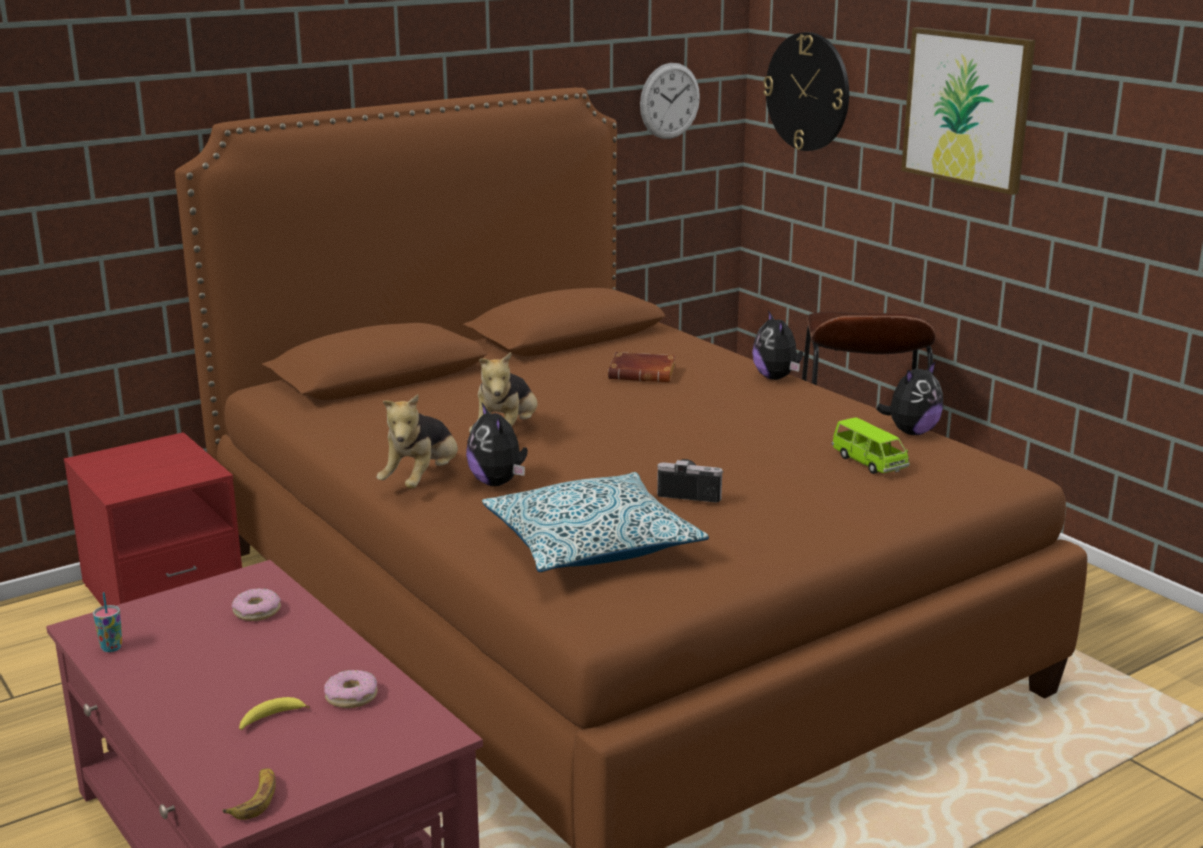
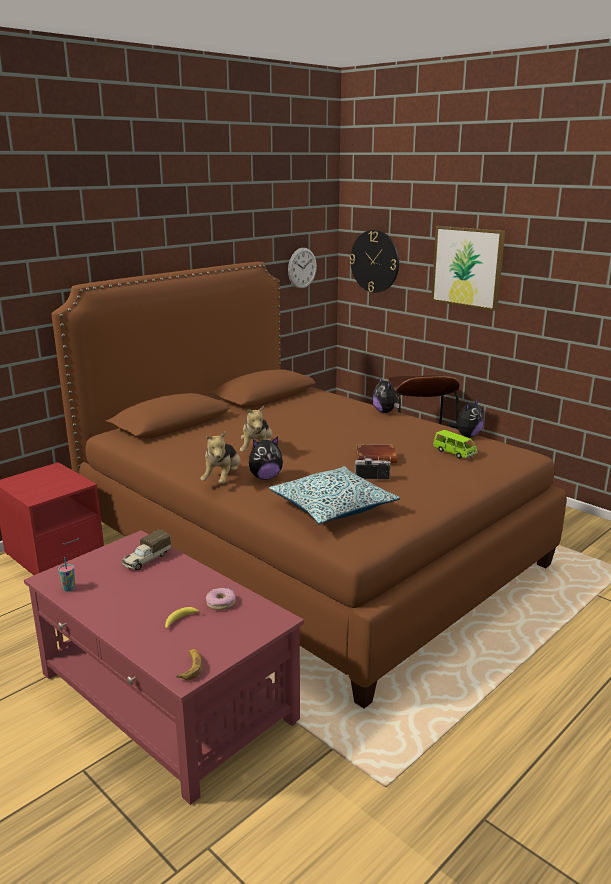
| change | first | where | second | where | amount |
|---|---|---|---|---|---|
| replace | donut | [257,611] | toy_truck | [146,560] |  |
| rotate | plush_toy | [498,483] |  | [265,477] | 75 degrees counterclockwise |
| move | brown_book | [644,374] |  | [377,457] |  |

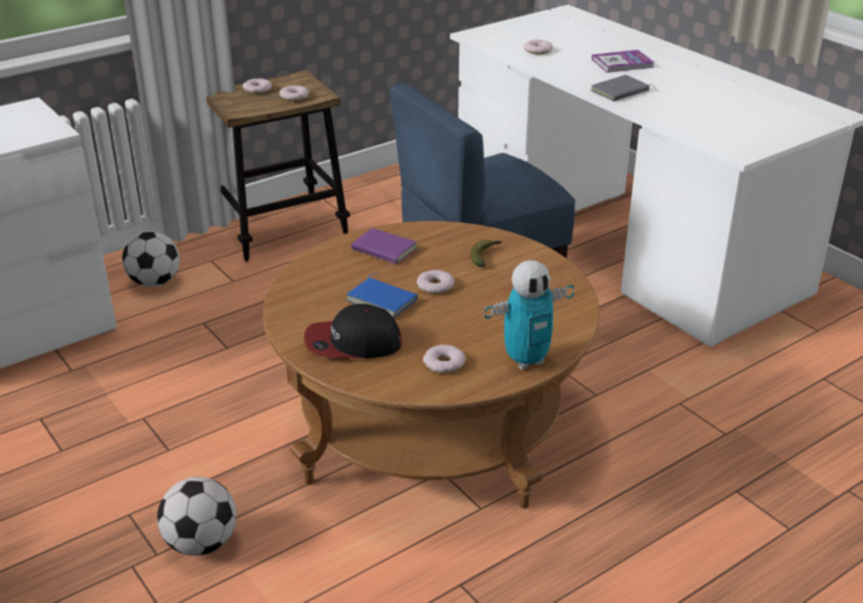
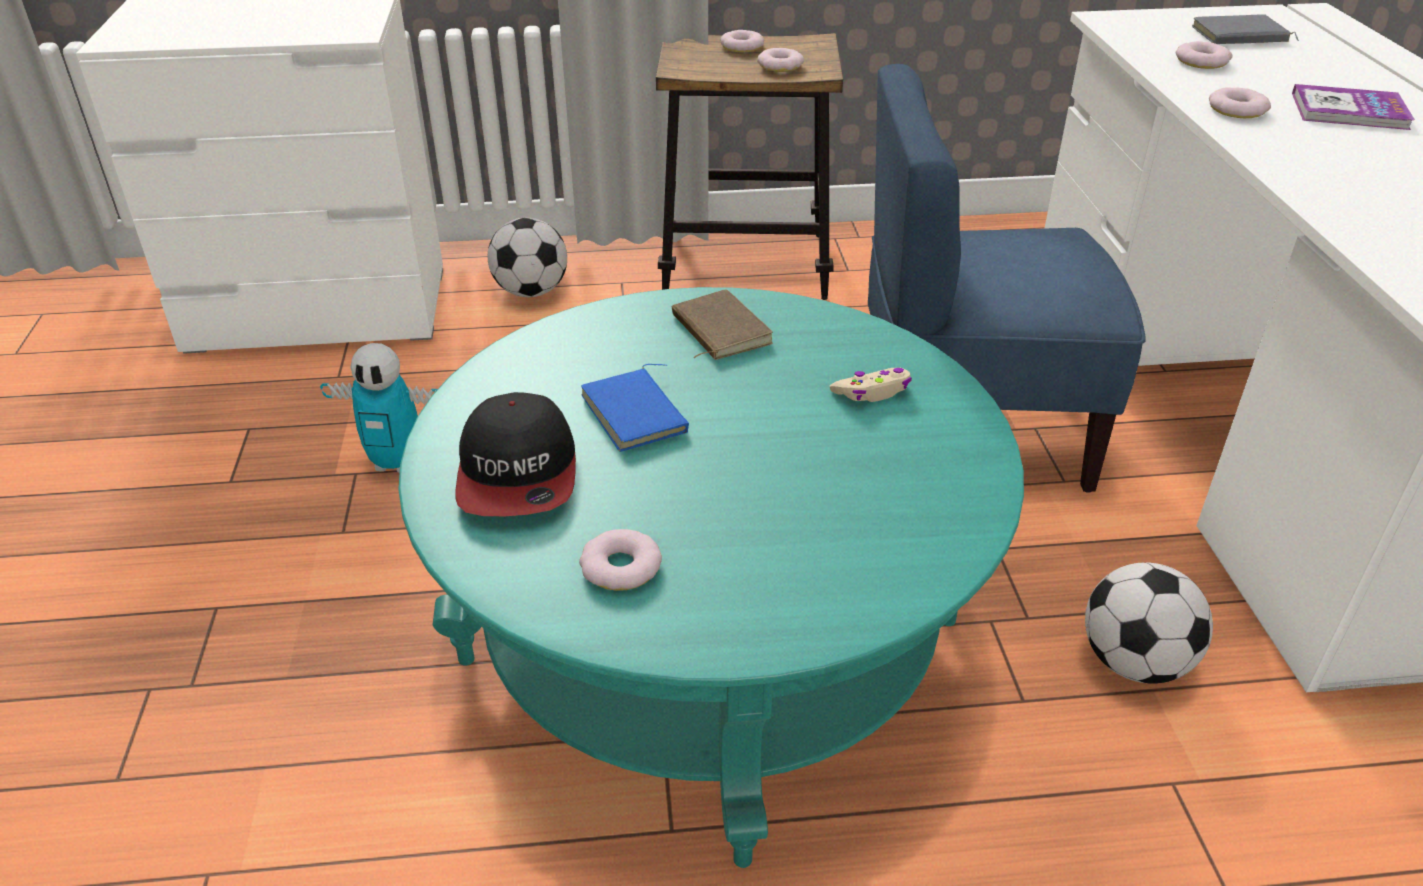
| change | first | where | second | where | amount |
|---|---|---|---|---|---|
| move | toy_robot | [526,360] |  | [396,463] |  |
| recolor | brown_coffee_table | [431,424] | turquoise_coffee_table | [712,641] |  |
| rotate | cap | [352,343] |  | [518,473] | 120 degrees counterclockwise |
| recolor | purple_book | [382,250] | brown_book | [718,331] |  |
| replace | banana | [485,256] | beige_game_controller | [873,392] |  |
| move | football | [201,543] |  | [1134,662] |  |
| move | grey_book | [621,92] |  | [1239,37] |  |
| move | donut | [435,286] |  | [1236,109] |  |

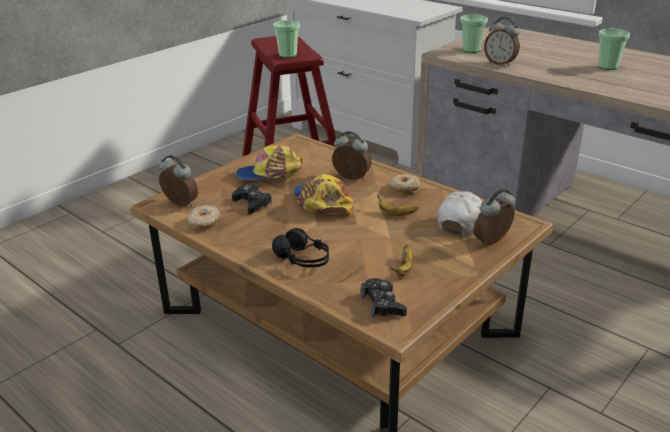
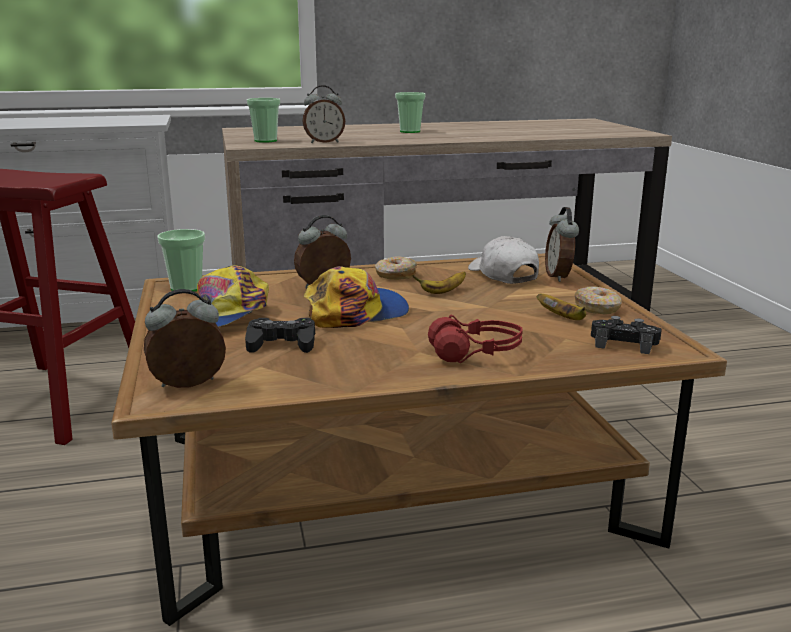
| change | first | where | second | where | amount |
|---|---|---|---|---|---|
| move | cup | [287,55] |  | [186,288] |  |
| rotate | cap | [322,203] |  | [356,312] | 135 degrees clockwise |
| recolor | black_headphones | [303,260] | red_headphones | [476,353] |  |
| move | donut | [204,222] |  | [597,308] |  |

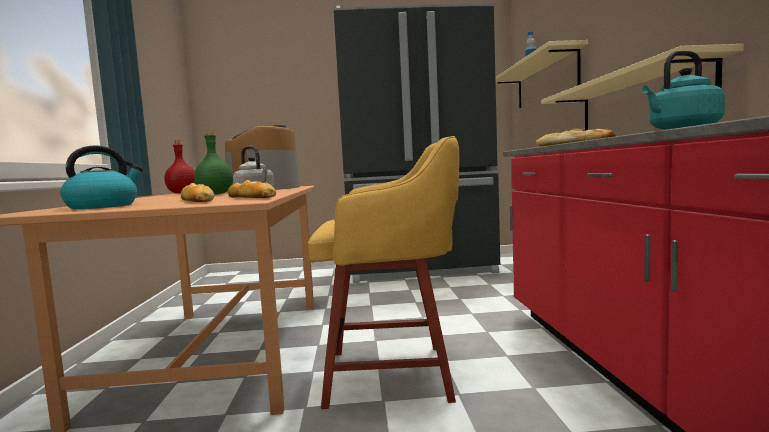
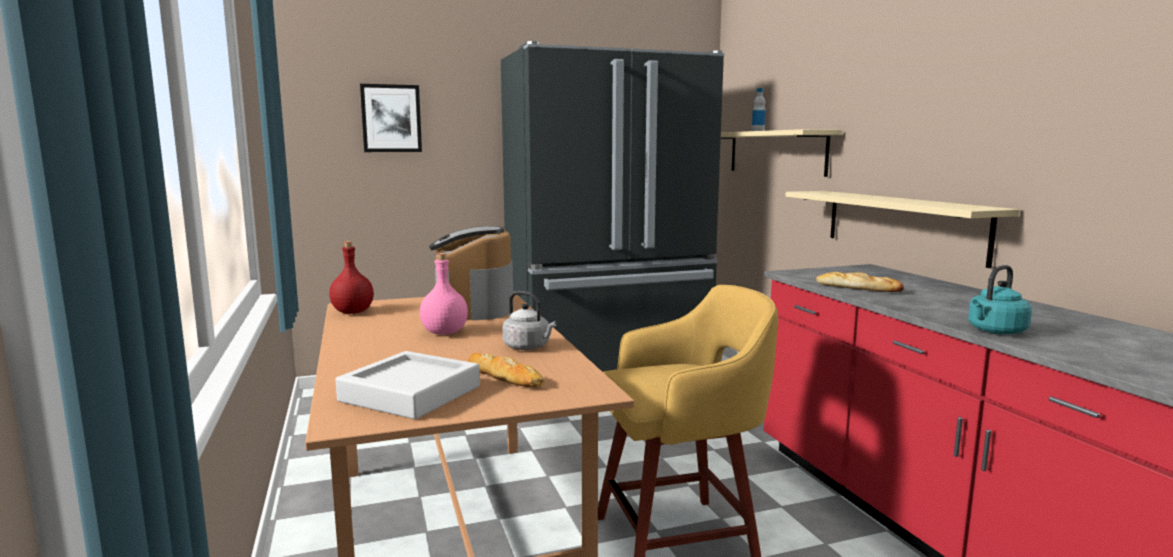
| change | first | where | second | where | amount |
|---|---|---|---|---|---|
| replace | kettle | [103,206] | grey_tray | [410,394] |  |
| insert |  |  | picture | [391,118] |  |
| recolor | green_bottle | [216,194] | pink_bottle | [445,332] |  |
| delete | bread | [251,197] |  |  |  |

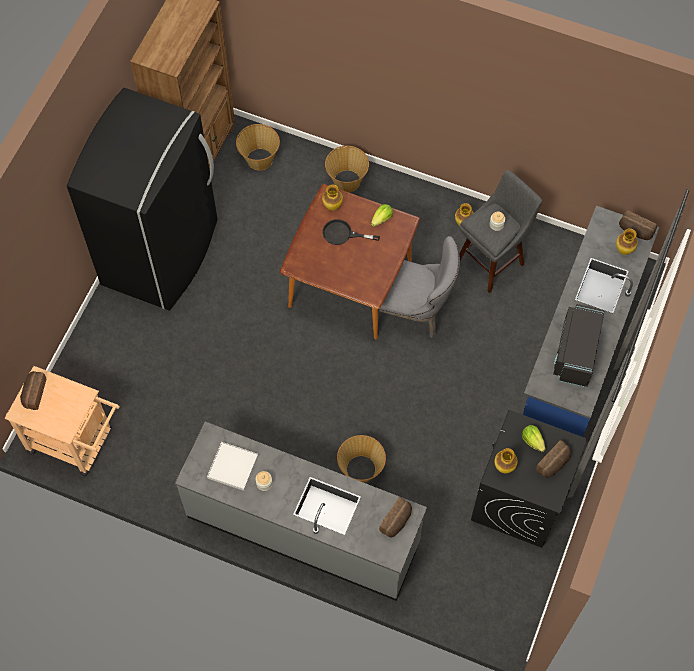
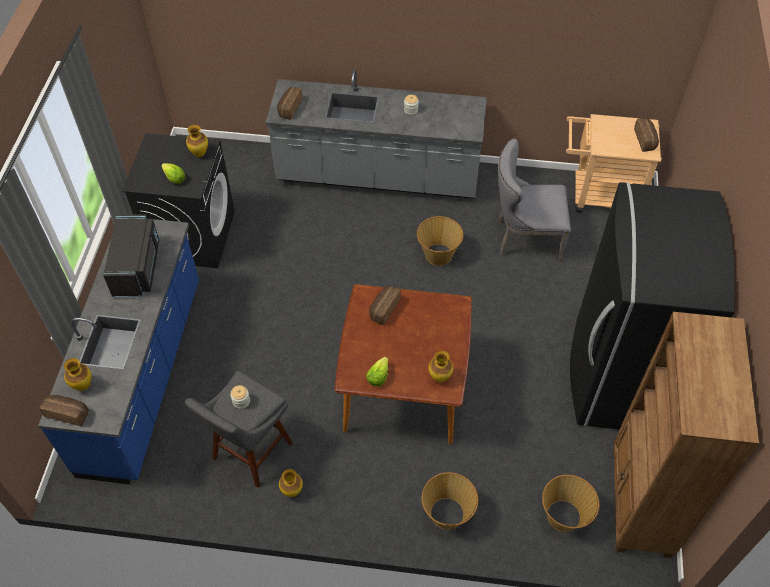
| change | first | where | second | where | amount |
|---|---|---|---|---|---|
| move | bread | [554,464] |  | [383,309] |  |
| move | basket | [361,469] |  | [438,254] |  |
| move | grey_chair | [414,312] |  | [524,238] |  |
| delete | white_tray | [233,467] |  |  |  |
| delete | black_frying_pan | [342,234] |  |  |  |

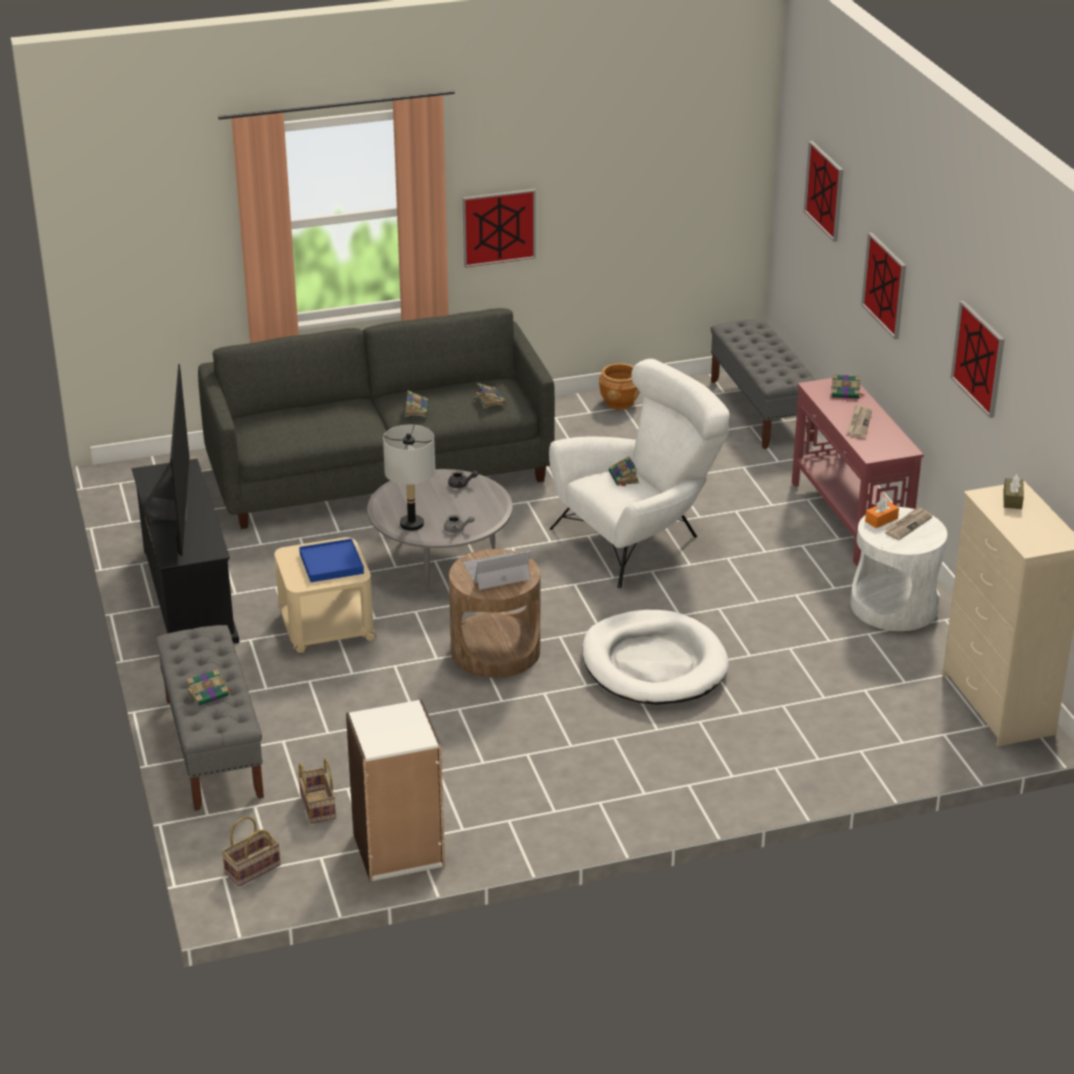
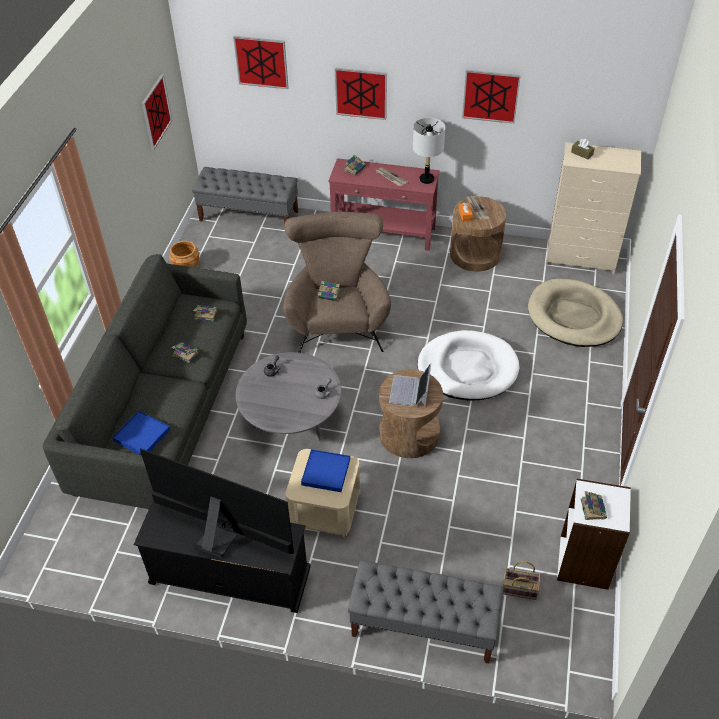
| change | first | where | second | where | amount |
|---|---|---|---|---|---|
| insert |  |  | blue_tray | [142,435] |  |
| move | picture | [499,227] |  | [156,111] |  |
| recolor | white_armchair | [640,537] | brown_armchair | [337,320] |  |
| move | grey_table_lamp | [411,524] |  | [426,179] |  |
| recolor | white_side_table | [894,606] | brown_side_table | [475,254] |  |
| insert |  |  | beige_dog_bed | [573,316] |  |
| move | book | [209,694] |  | [593,508] |  |
| delete | basket | [252,870] |  |  |  |

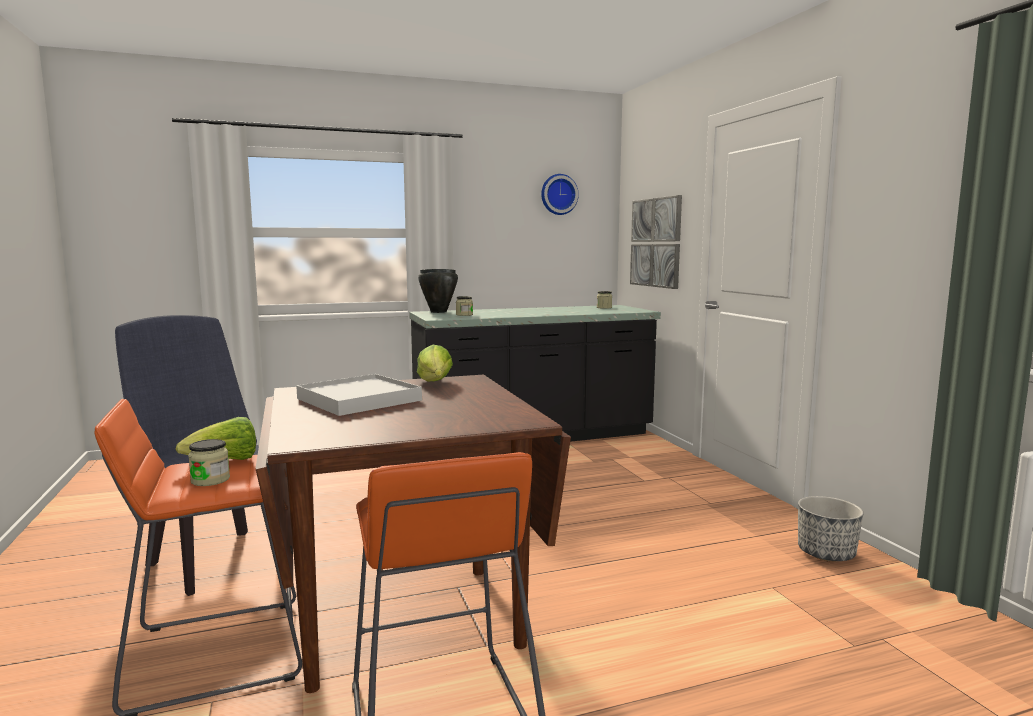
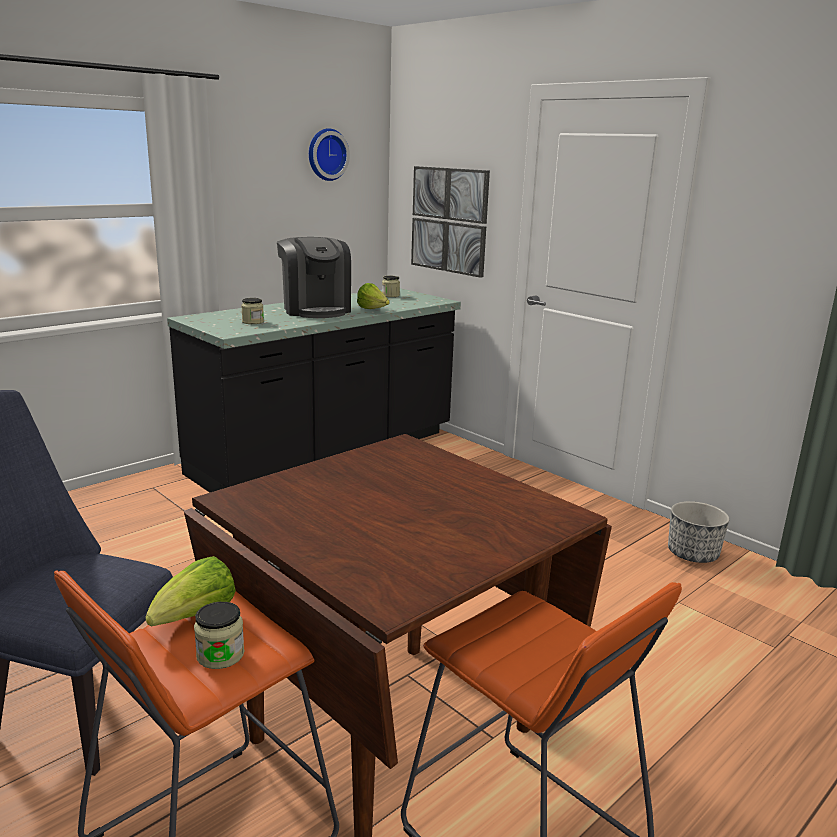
| change | first | where | second | where | amount |
|---|---|---|---|---|---|
| insert |  |  | coffee_machine | [315,310] |  |
| move | lettuce | [435,383] |  | [373,310] |  |
| delete | white_tray | [358,399] |  |  |  |
| delete | black_cooking_pot | [438,312] |  |  |  |

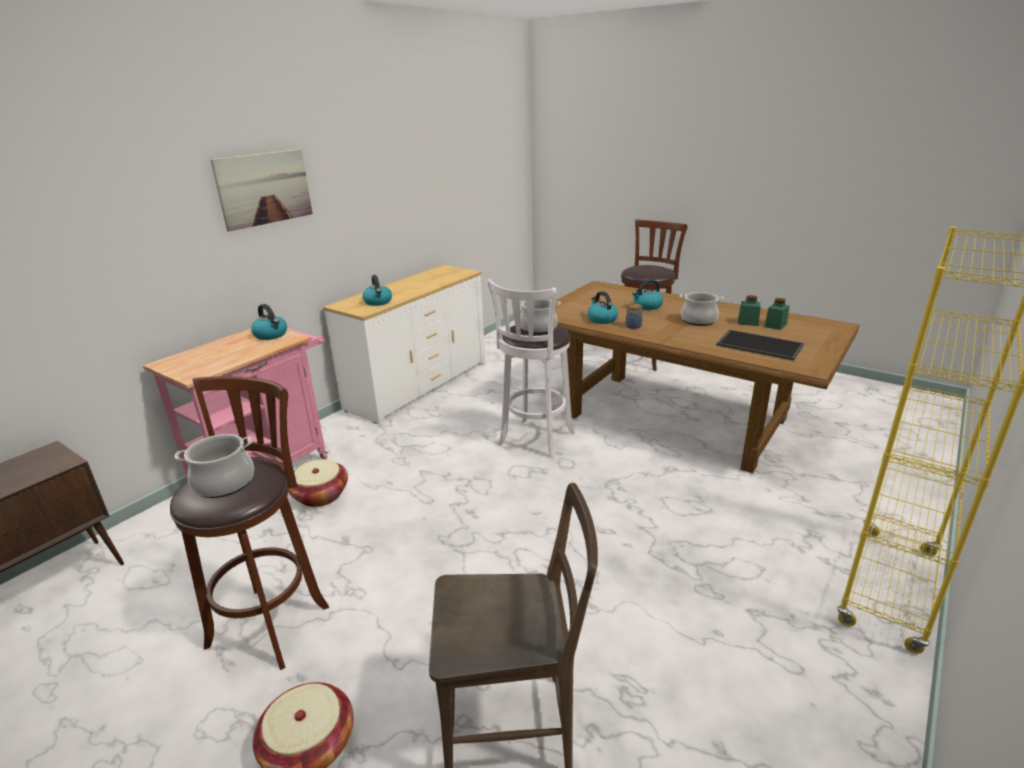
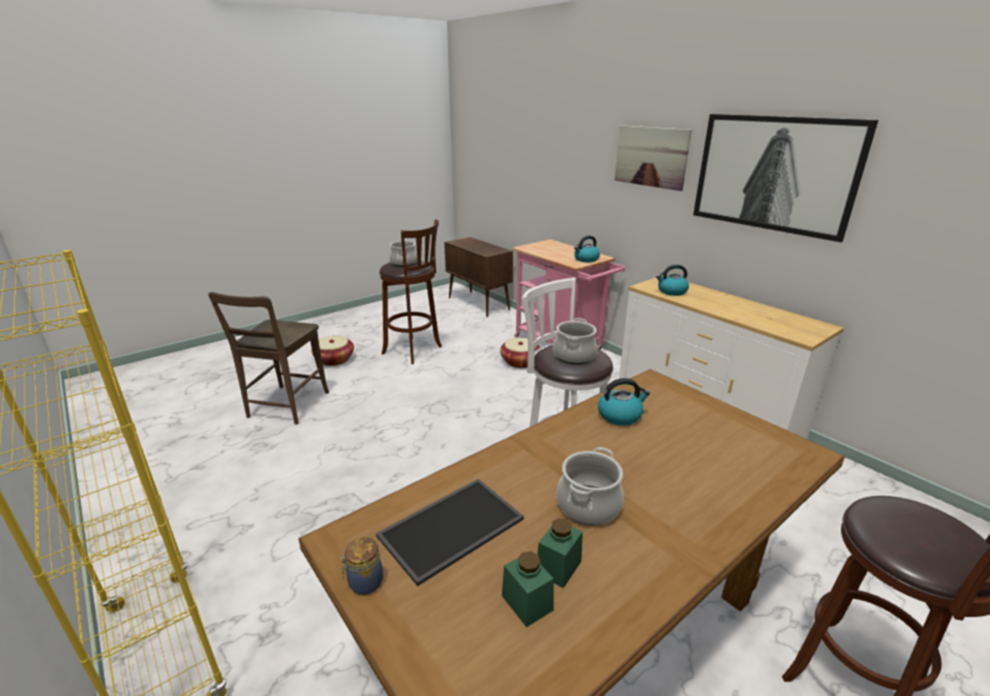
| change | first | where | second | where | amount |
|---|---|---|---|---|---|
| move | jar | [634,326] |  | [364,583] |  |
| insert |  |  | picture | [774,174] |  |
| delete | kettle | [647,306] |  |  |  |

